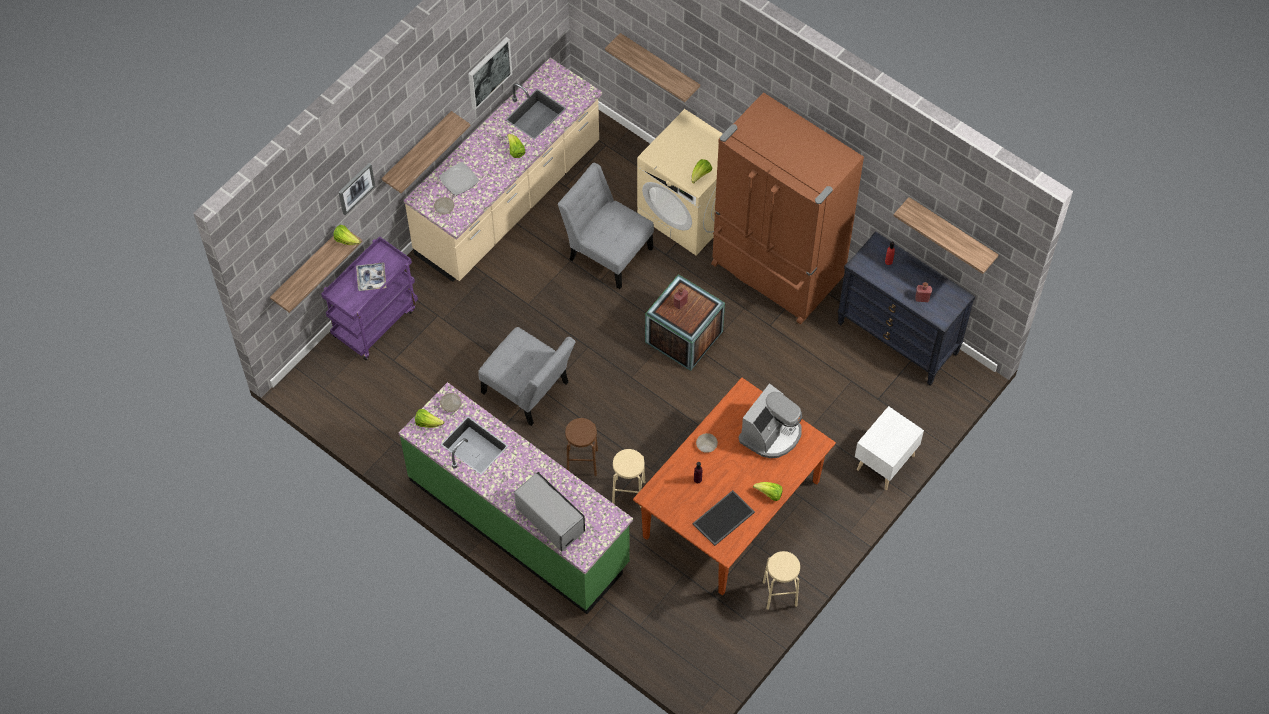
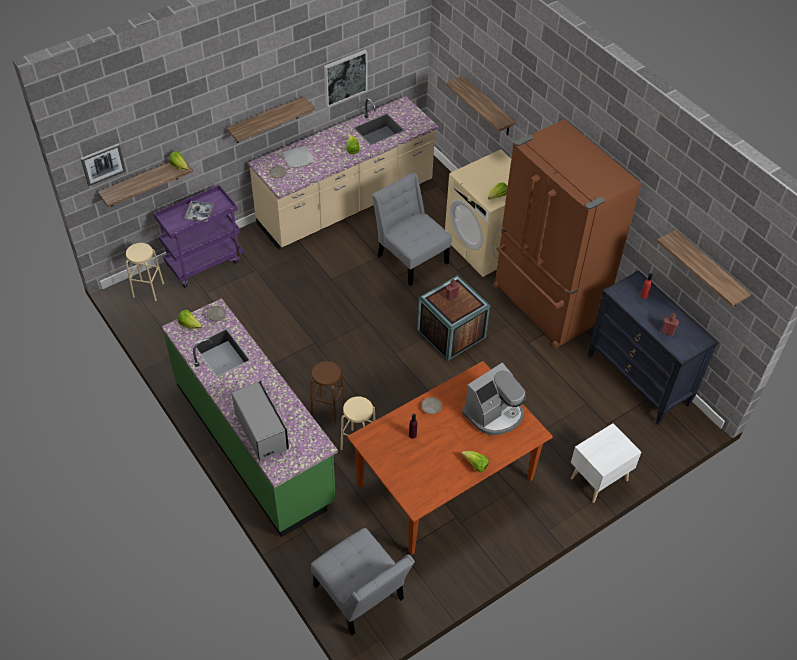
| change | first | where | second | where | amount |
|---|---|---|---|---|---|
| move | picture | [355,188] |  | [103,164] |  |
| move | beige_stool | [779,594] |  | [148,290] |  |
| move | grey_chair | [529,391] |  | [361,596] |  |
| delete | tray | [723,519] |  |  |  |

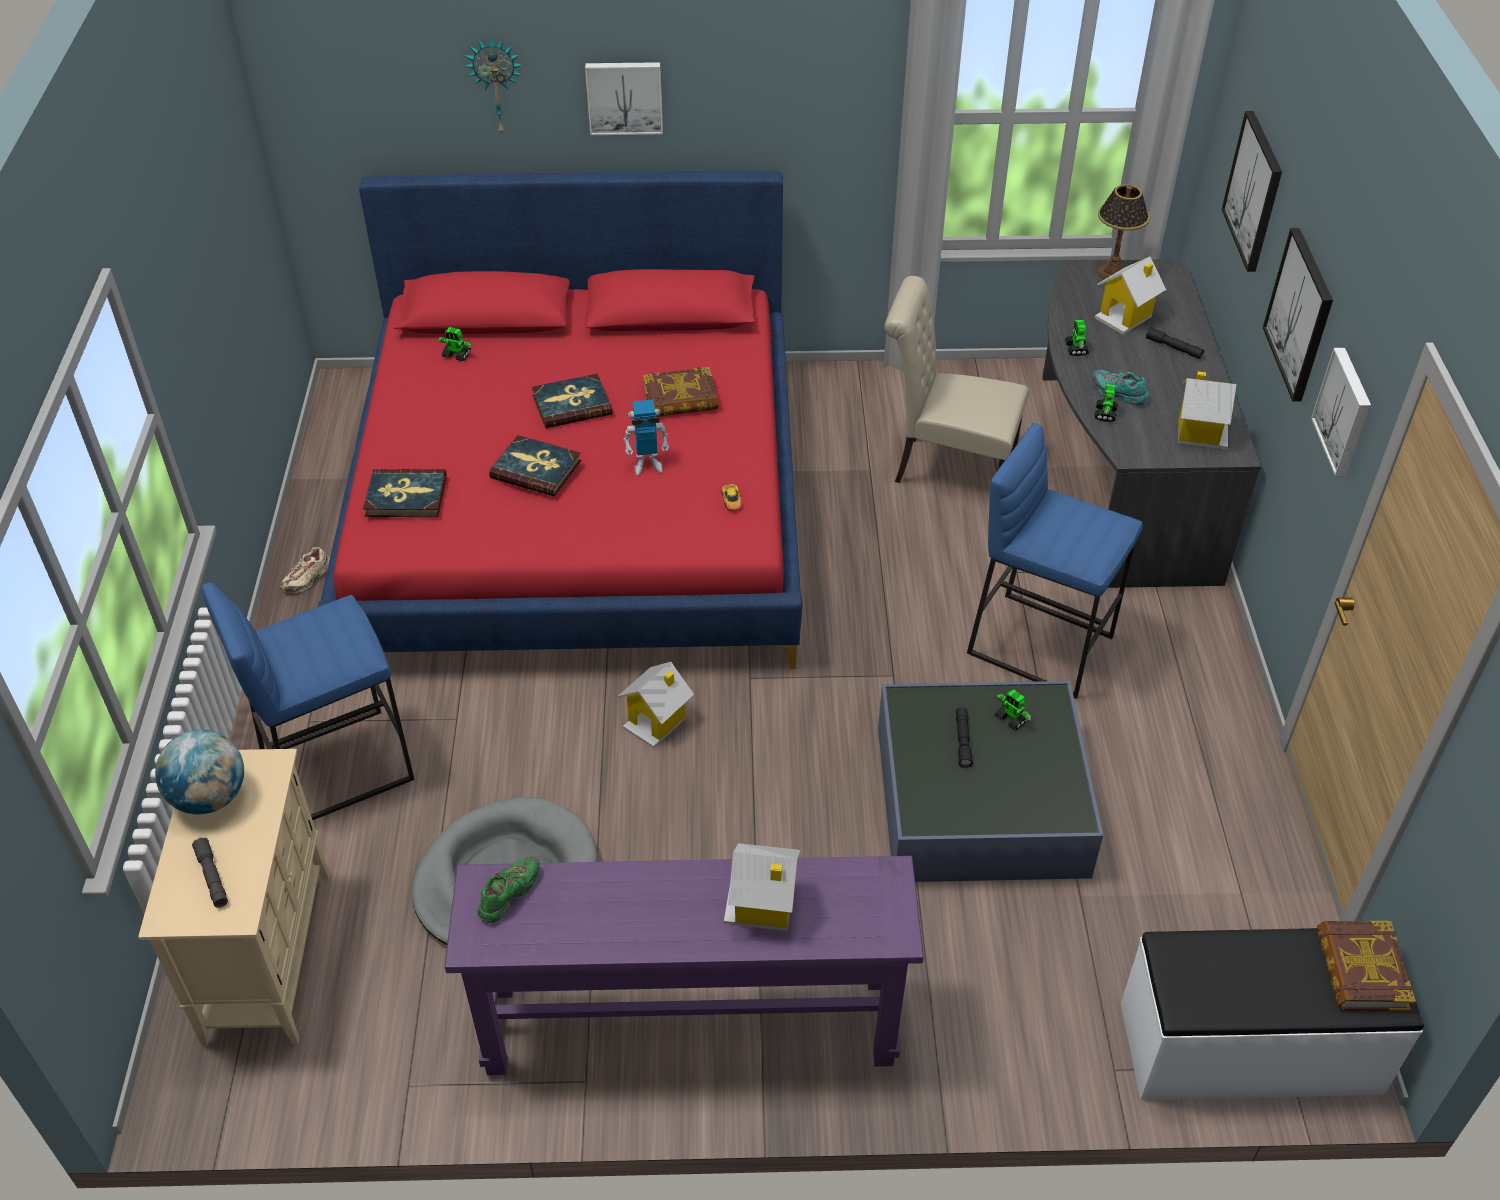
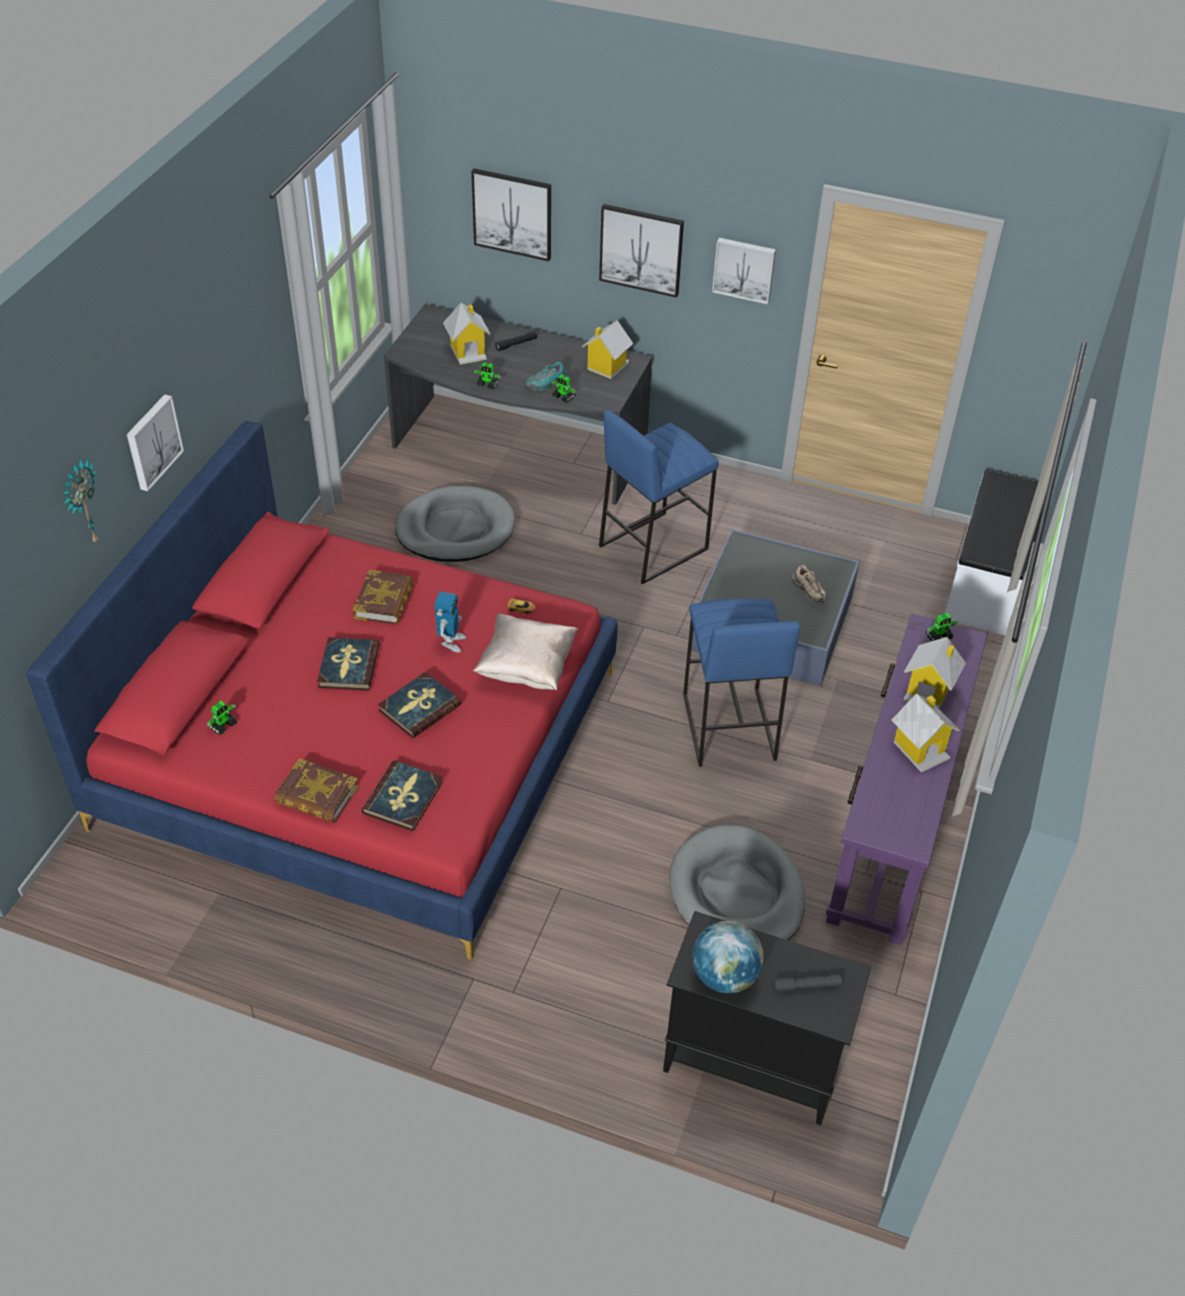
| change | first | where | second | where | amount |
|---|---|---|---|---|---|
| move | book | [1360,970] |  | [317,796] |  |
| replace | beige_chair | [946,468] | grey_dog_bed | [455,529] |  |
| insert |  |  | beige_pillow | [526,668] |  |
| recolor | beige_cabinet | [268,954] | black_cabinet | [749,1064] |  |
| move | blue_stool | [337,766] |  | [727,727] |  |
| move | beige_shoe | [308,578] |  | [809,591] |  |
| move | toy_house | [657,722] |  | [920,748] |  |
| move | toy_robot | [1011,719] |  | [939,636] |  |
| delete | green_shoe | [509,894] |  |  |  |
| delete | black_flashlight | [963,741] |  |  |  |
| delete | table_lamp | [1112,272] |  |  |  |

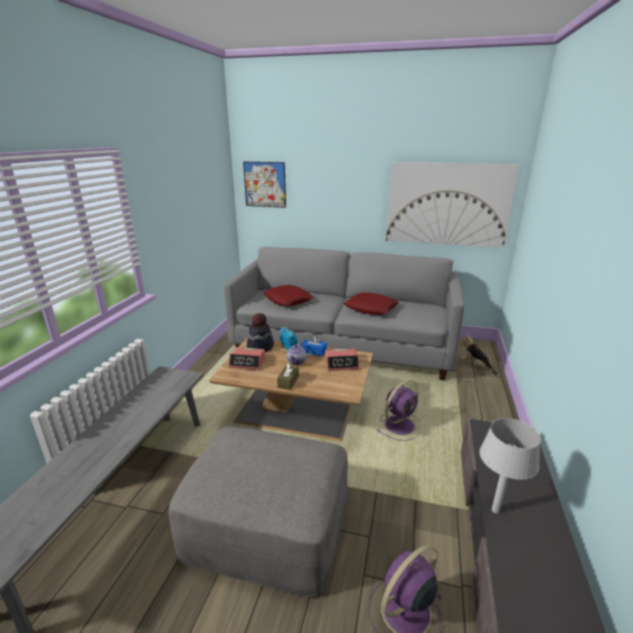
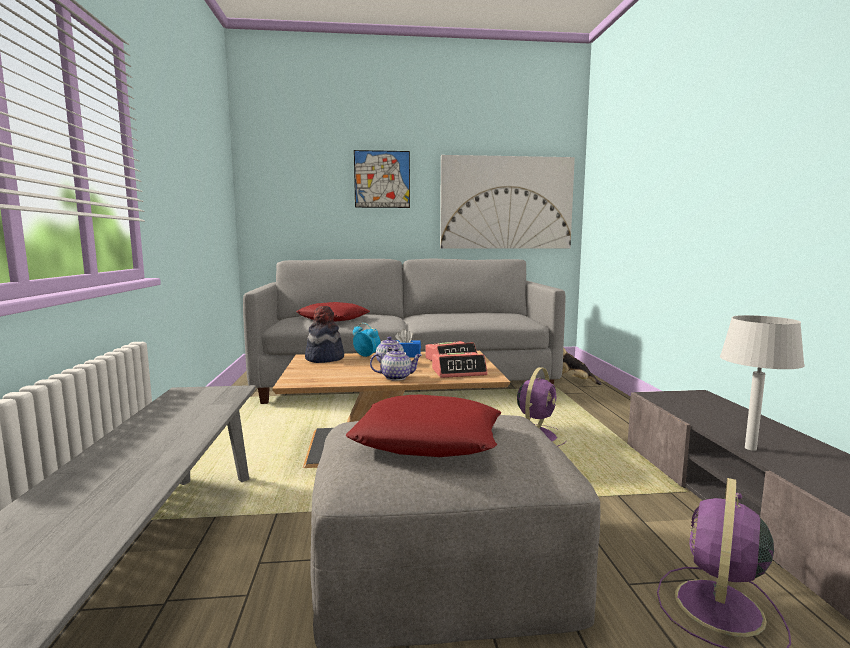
| change | first | where | second | where | amount |
|---|---|---|---|---|---|
| move | red_pillow | [371,308] |  | [428,439] |  |
| move | picture | [265,184] |  | [382,179] |  |
| replace | brown_tissue_box | [288,381] | teapot | [396,377] |  |
| move | alarm_clock | [247,362] |  | [459,372] |  |

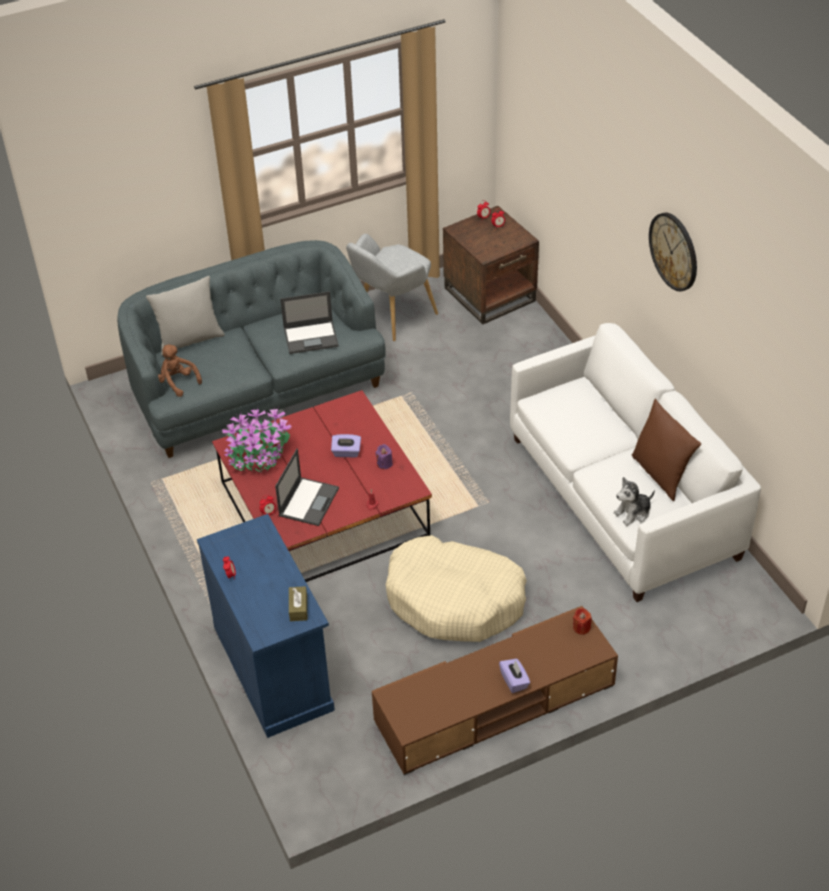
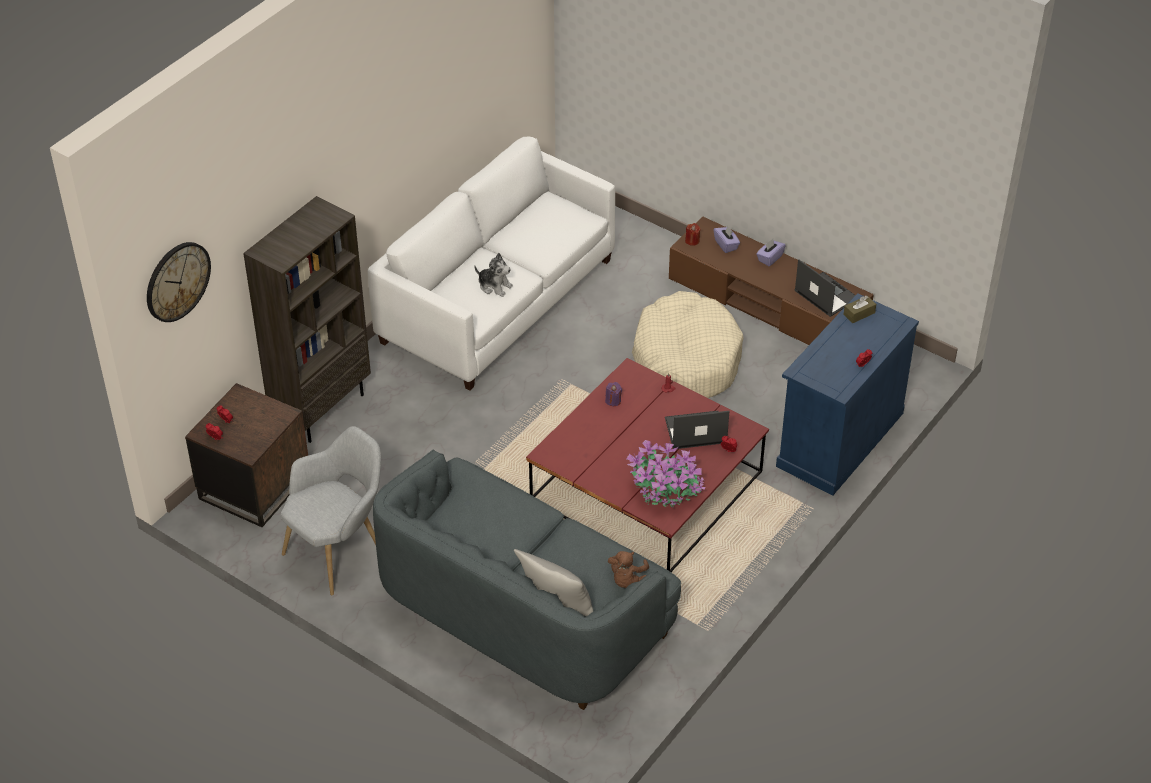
| change | first | where | second | where | amount |
|---|---|---|---|---|---|
| move | wall_clock | [674,251] |  | [177,281] |  |
| insert |  |  | brown_bookcase | [321,409] |  |
| rotate | grey_armchair | [391,318] |  | [340,551] | 60 degrees counterclockwise |
| move | plush_toy | [633,513] |  | [494,286] |  |
| move | purple_tissue_box | [346,452] |  | [726,245] |  |
| move | laptop | [311,337] |  | [825,294] |  |
| delete | brown_pillow | [661,474] |  |  |  |

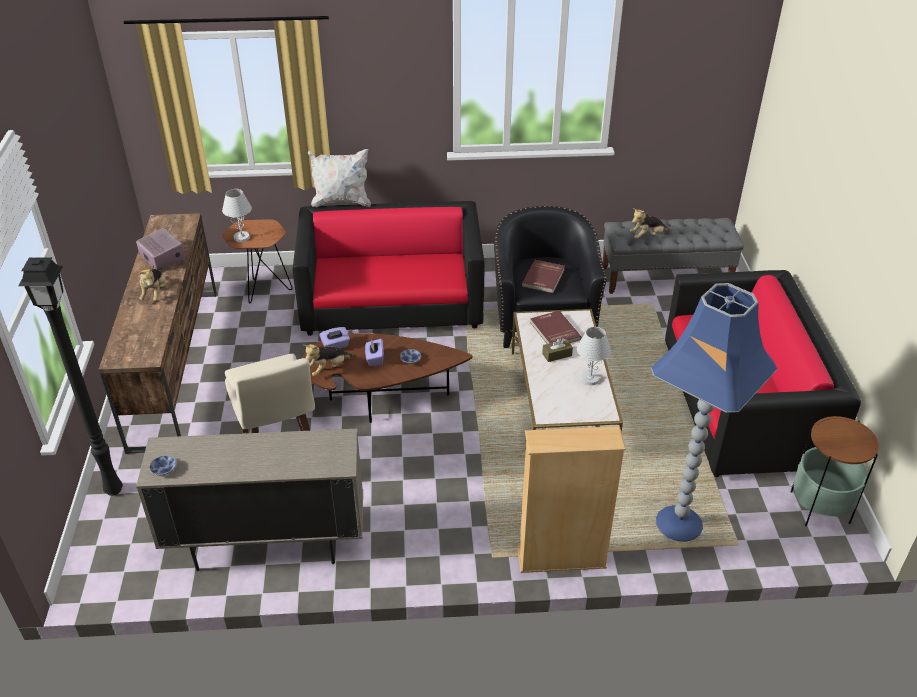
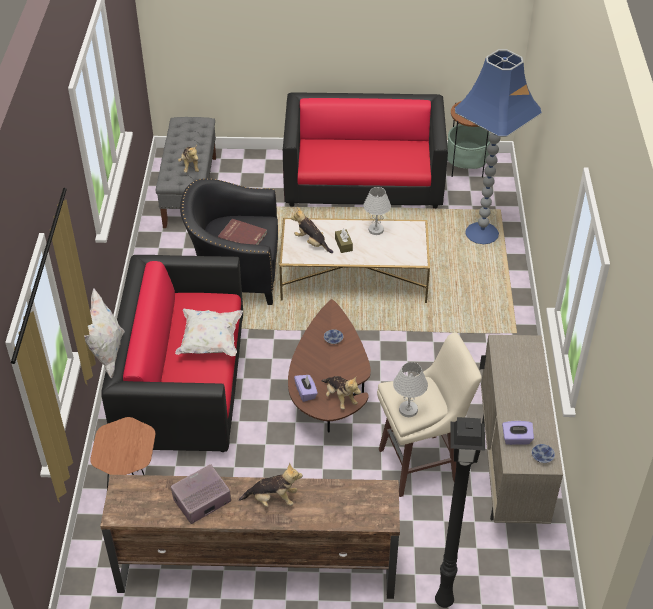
| change | first | where | second | where | amount |
|---|---|---|---|---|---|
| insert |  |  | white_pillow | [210,342] |  |
| replace | red_book | [554,331] | plush_toy | [311,243] |  |
| move | white_table_lamp | [242,237] |  | [408,409] |  |
| move | purple_tissue_box | [375,359] |  | [516,439] |  |
| delete | beige_bookcase | [561,559] |  |  |  |

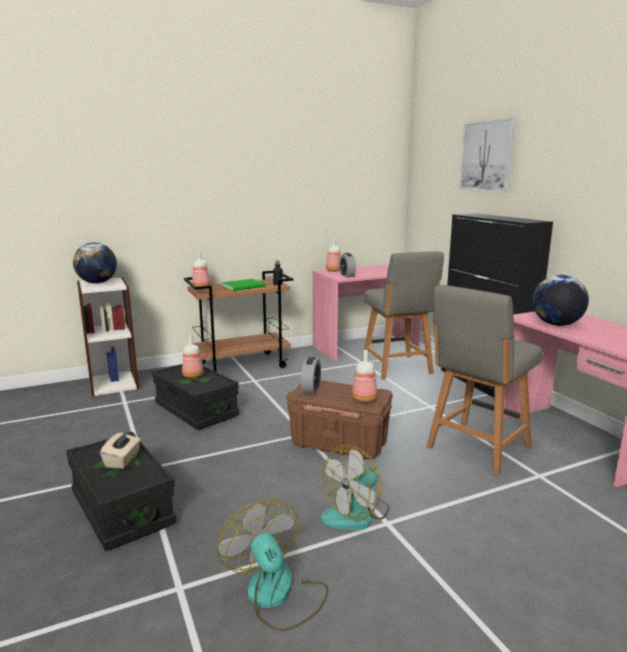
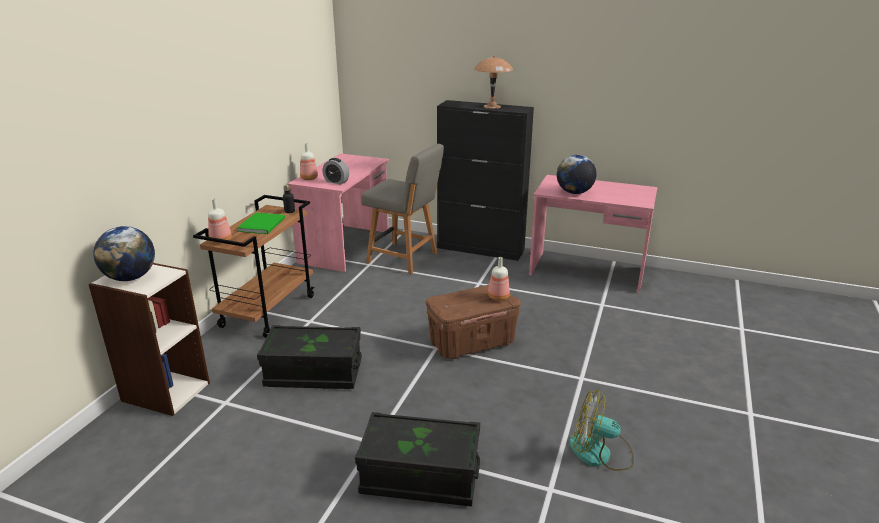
| change | first | where | second | where | amount |
|---|---|---|---|---|---|
| insert |  |  | brown_table_lamp | [491,106] |  |
| delete | beige_tissue_box | [122,460] |  |  |  |
| delete | bottle | [192,375] |  |  |  |
| delete | alarm_clock | [311,389] |  |  |  |
| delete | fan | [356,514] |  |  |  |
| delete | grey_chair | [476,448] |  |  |  |
| delete | picture | [487,156] |  |  |  |

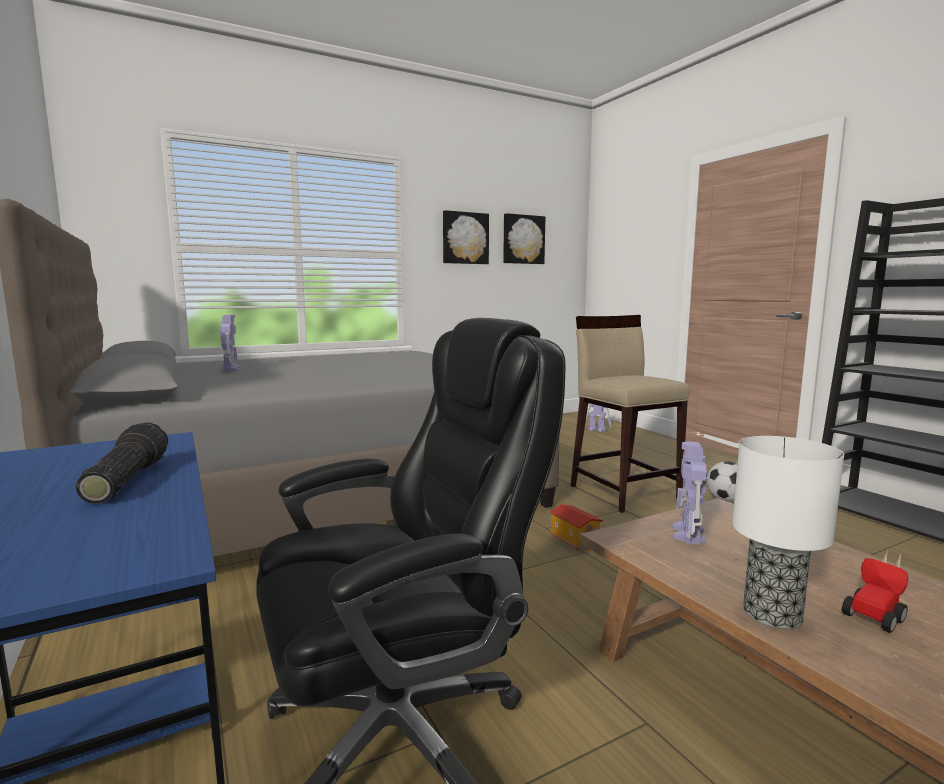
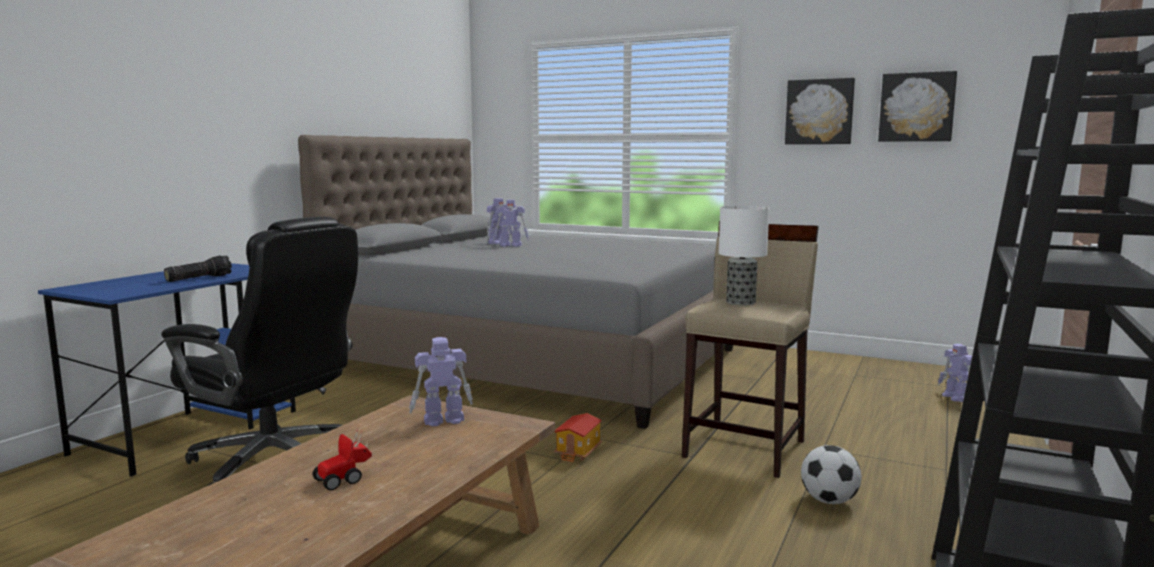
| change | first | where | second | where | amount |
|---|---|---|---|---|---|
| rotate | toy_car | [877,614] |  | [345,479] | 60 degrees counterclockwise |
| insert |  |  | toy_robot | [511,245] |  |
| move | table_lamp | [770,615] |  | [739,302] |  |

